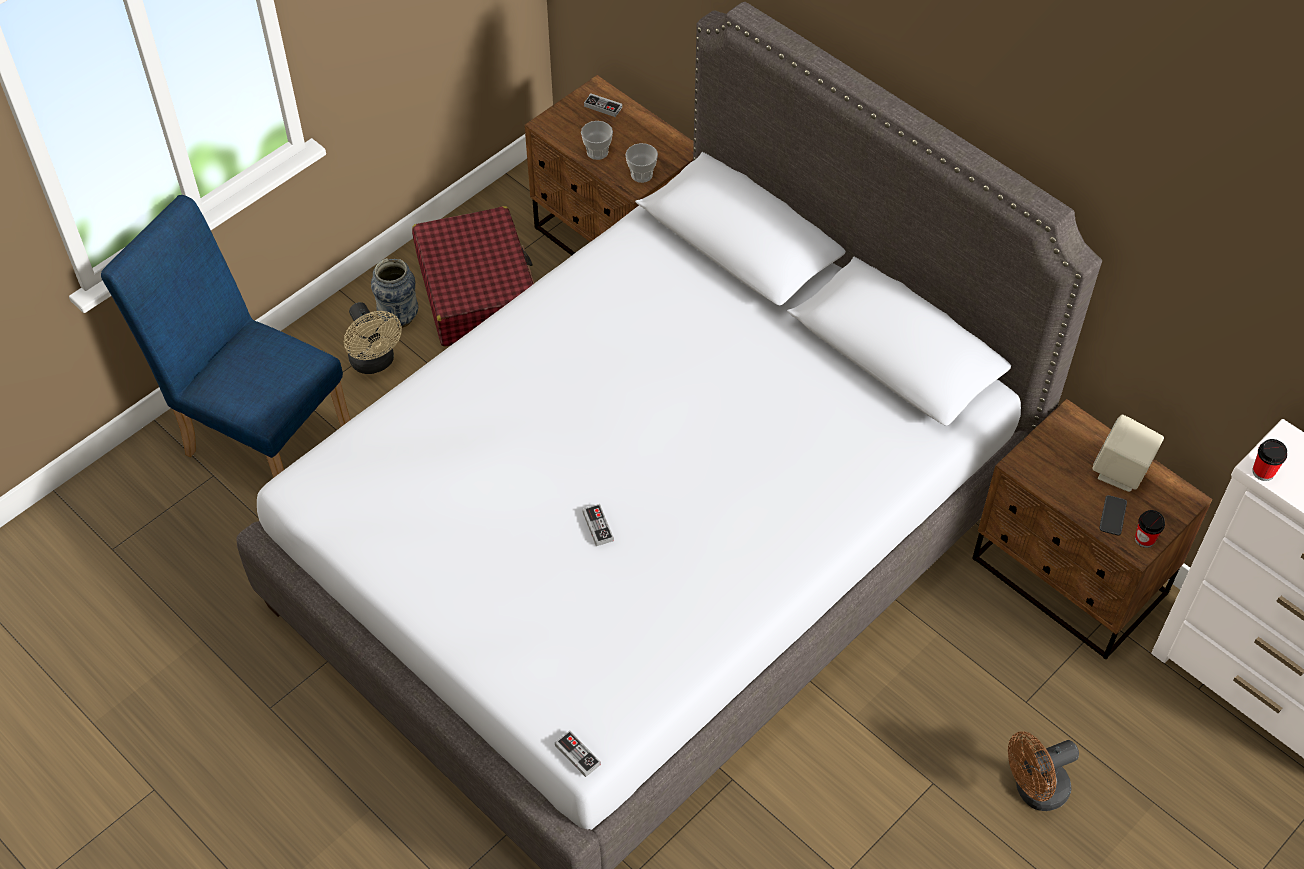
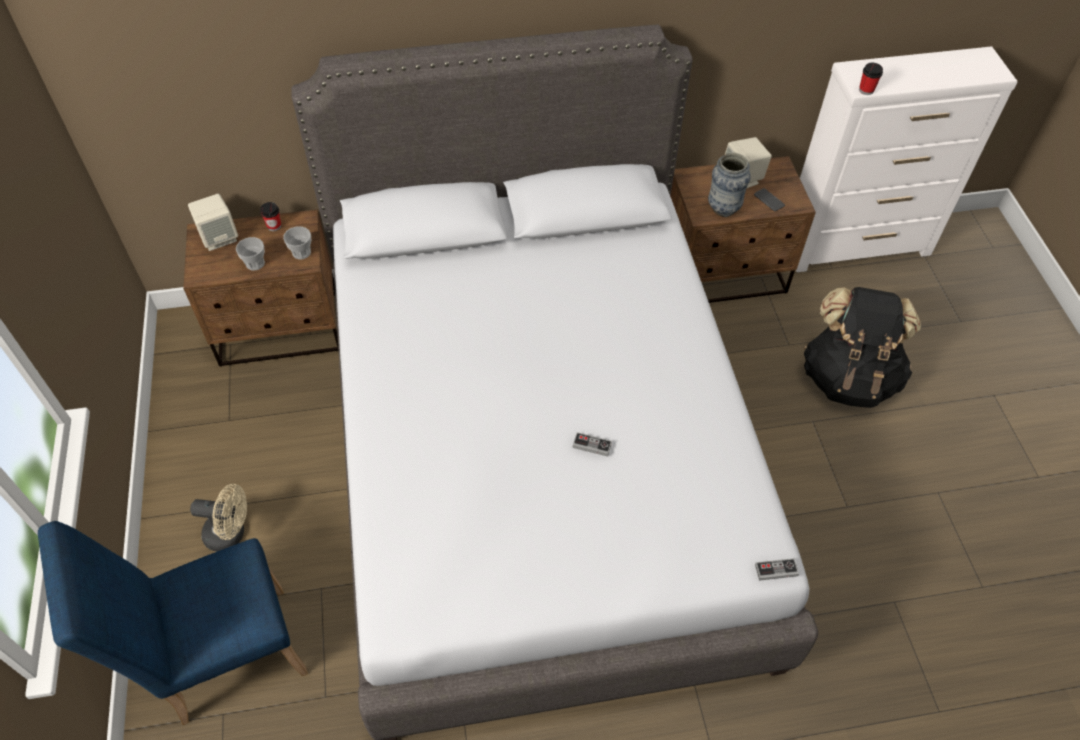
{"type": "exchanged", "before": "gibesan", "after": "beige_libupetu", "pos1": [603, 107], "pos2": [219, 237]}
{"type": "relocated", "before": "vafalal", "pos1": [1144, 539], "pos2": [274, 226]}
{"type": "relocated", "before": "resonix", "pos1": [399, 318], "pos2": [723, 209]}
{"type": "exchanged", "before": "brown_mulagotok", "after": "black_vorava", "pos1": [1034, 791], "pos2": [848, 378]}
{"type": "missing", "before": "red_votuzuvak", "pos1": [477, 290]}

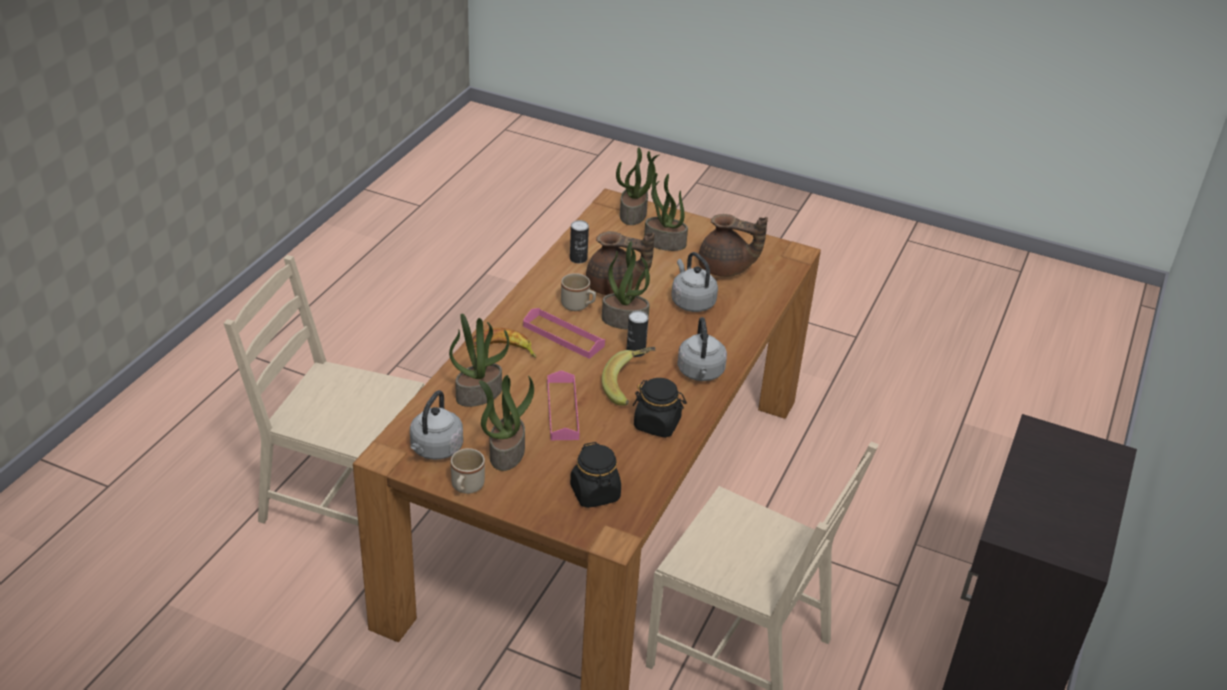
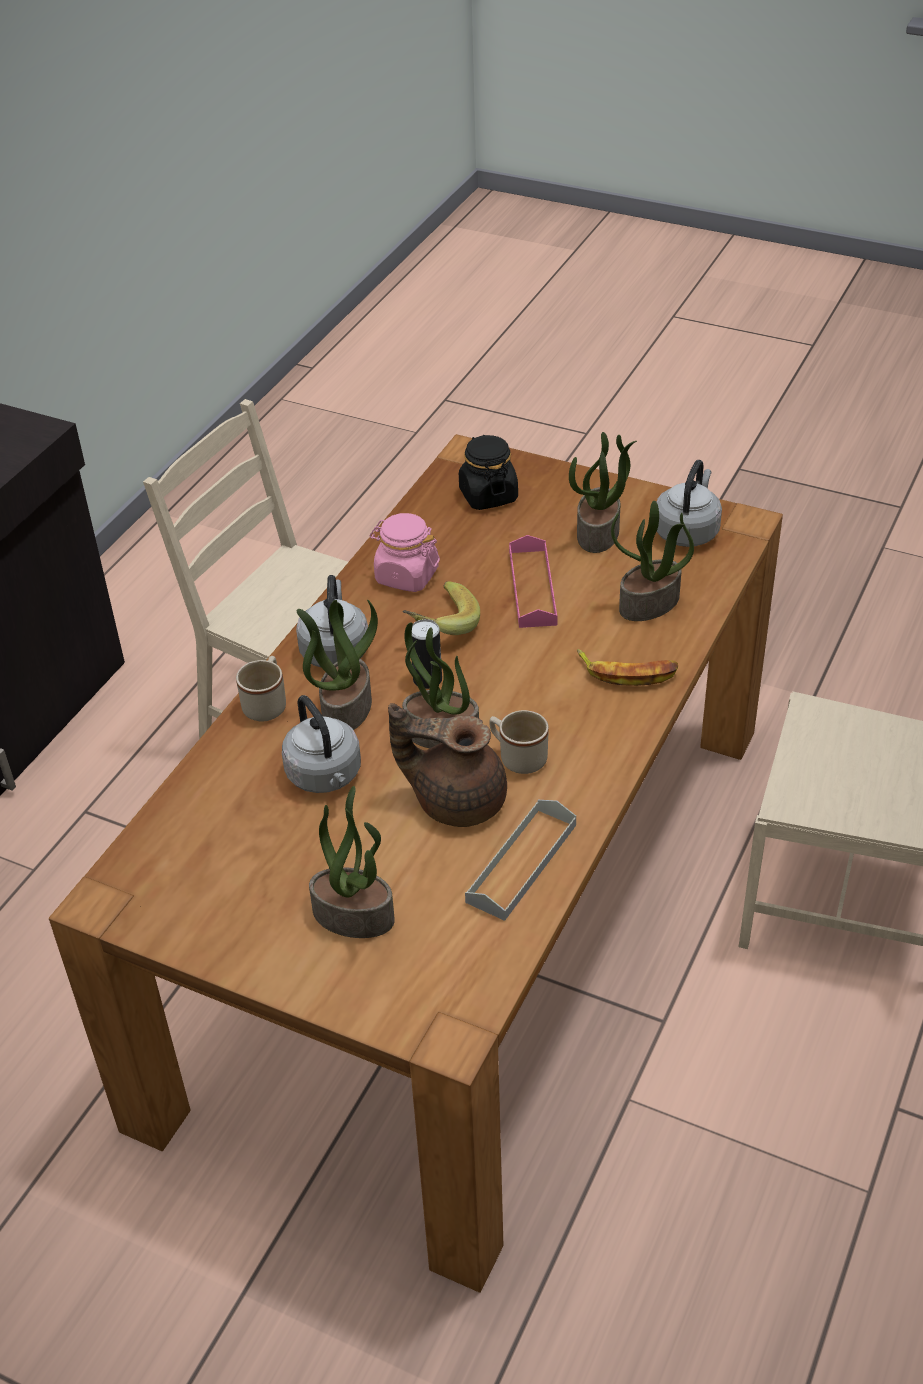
{"type": "relocated", "before": "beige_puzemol", "pos1": [466, 488], "pos2": [267, 703]}
{"type": "relocated", "before": "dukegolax", "pos1": [633, 214], "pos2": [346, 708]}
{"type": "colour", "before": "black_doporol", "after": "pink_doporol", "pos1": [657, 424], "pos2": [406, 576]}
{"type": "exchanged", "before": "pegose", "after": "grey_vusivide", "pos1": [578, 259], "pos2": [521, 863]}
{"type": "missing", "before": "pink_vusivide", "pos1": [563, 336]}
{"type": "missing", "before": "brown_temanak", "pos1": [725, 269]}

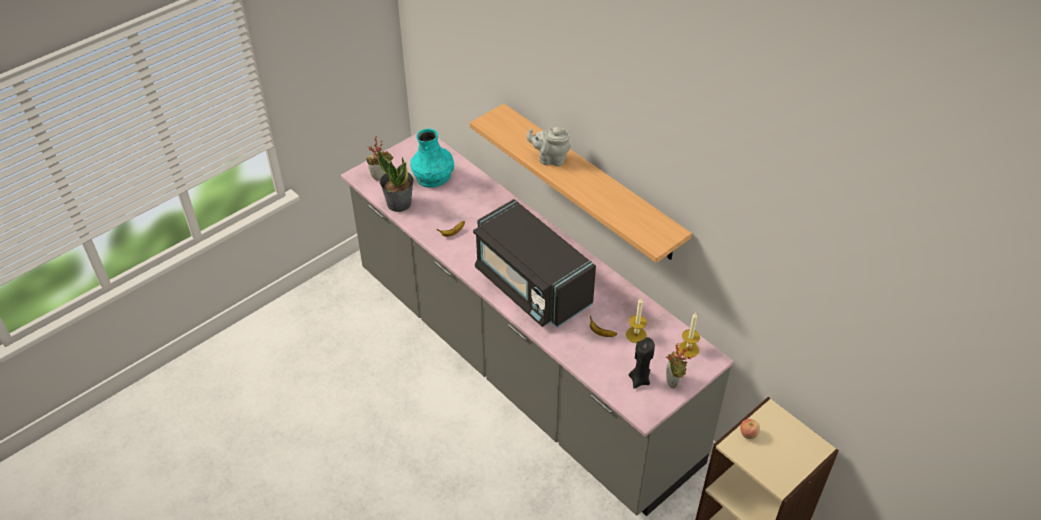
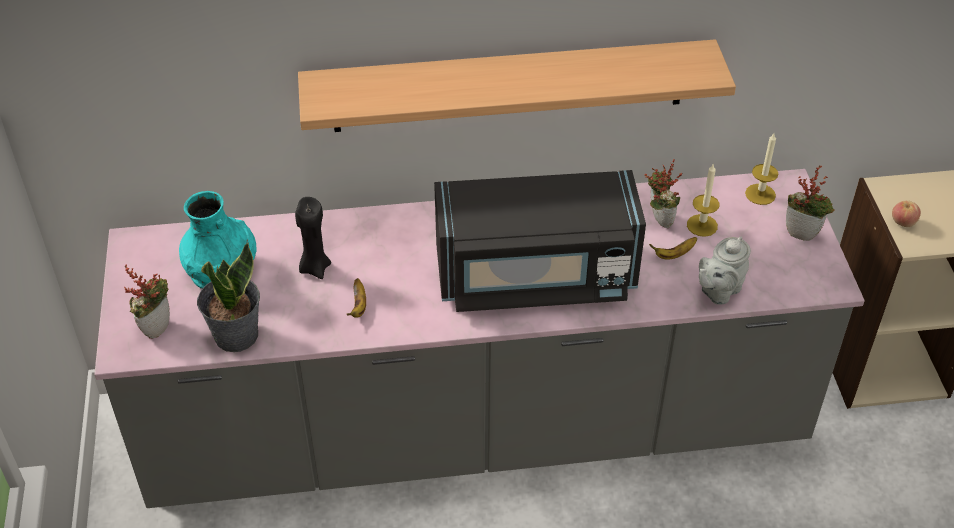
{"type": "relocated", "before": "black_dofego", "pos1": [639, 380], "pos2": [314, 267]}
{"type": "appeared", "after": "dukegolax", "pos2": [658, 220]}
{"type": "relocated", "before": "grey_temanak", "pos1": [550, 159], "pos2": [718, 291]}

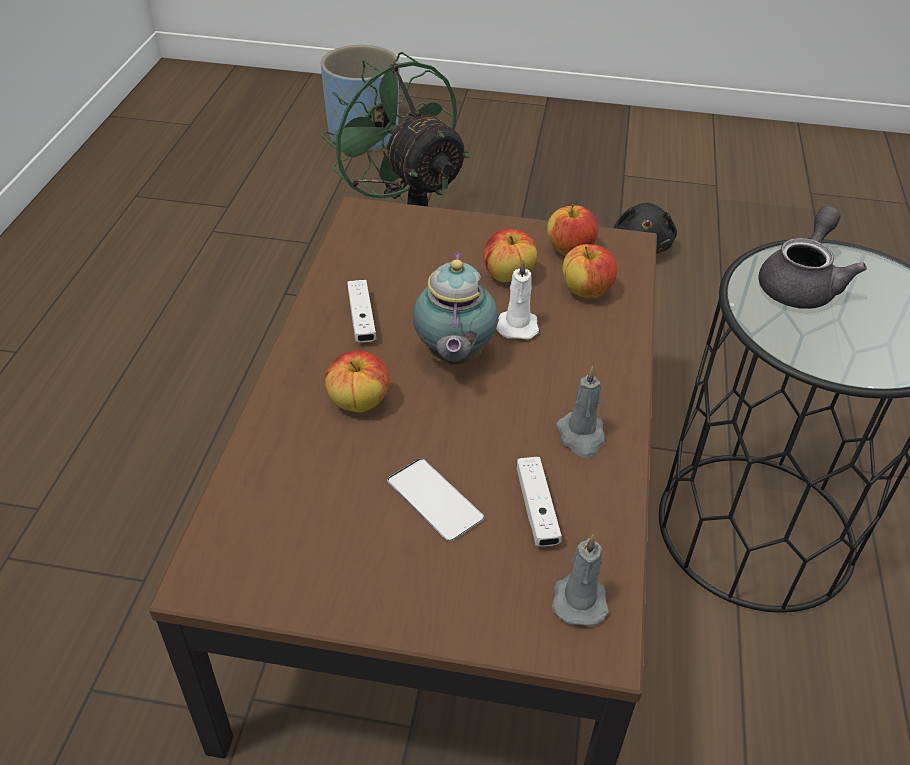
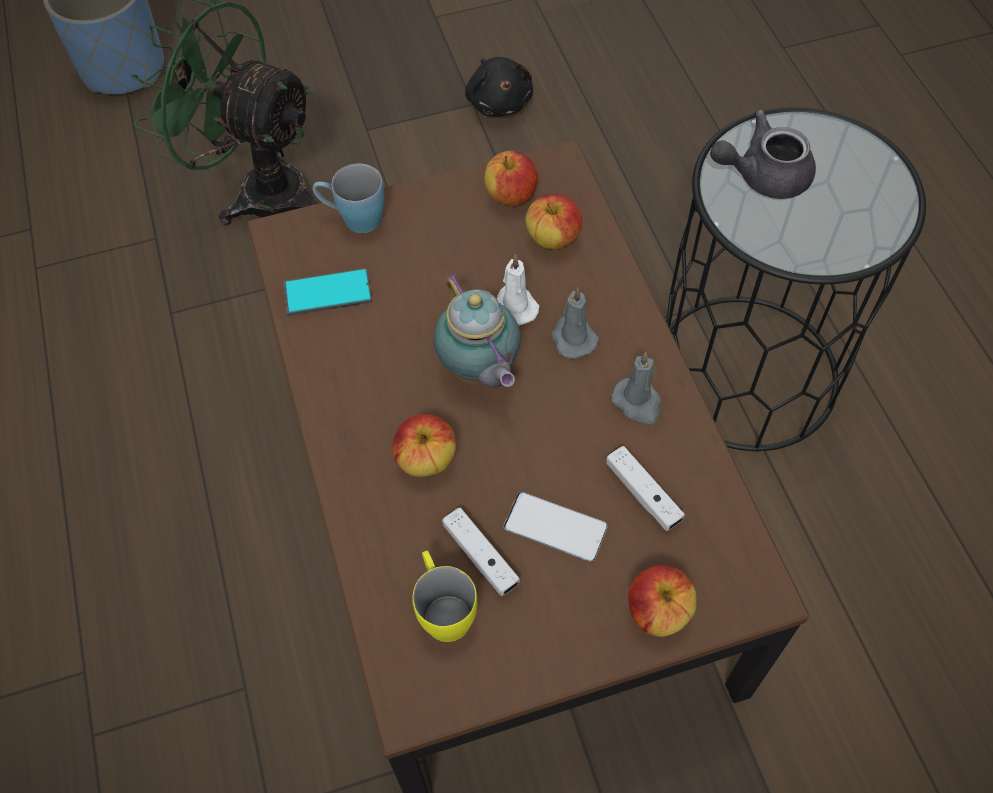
{"type": "appeared", "after": "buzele", "pos2": [327, 293]}
{"type": "appeared", "after": "blue_puzemol", "pos2": [353, 218]}
{"type": "appeared", "after": "yellow_puzemol", "pos2": [443, 609]}
{"type": "relocated", "before": "white_gibesan", "pos1": [361, 319], "pos2": [480, 556]}
{"type": "relocated", "before": "grey_dofego", "pos1": [579, 598], "pos2": [572, 338]}
{"type": "relocated", "before": "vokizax", "pos1": [508, 275], "pos2": [657, 612]}
{"type": "spun", "before": "grey_temanak", "pos1": [801, 284], "pos2": [762, 176], "turn": -105}

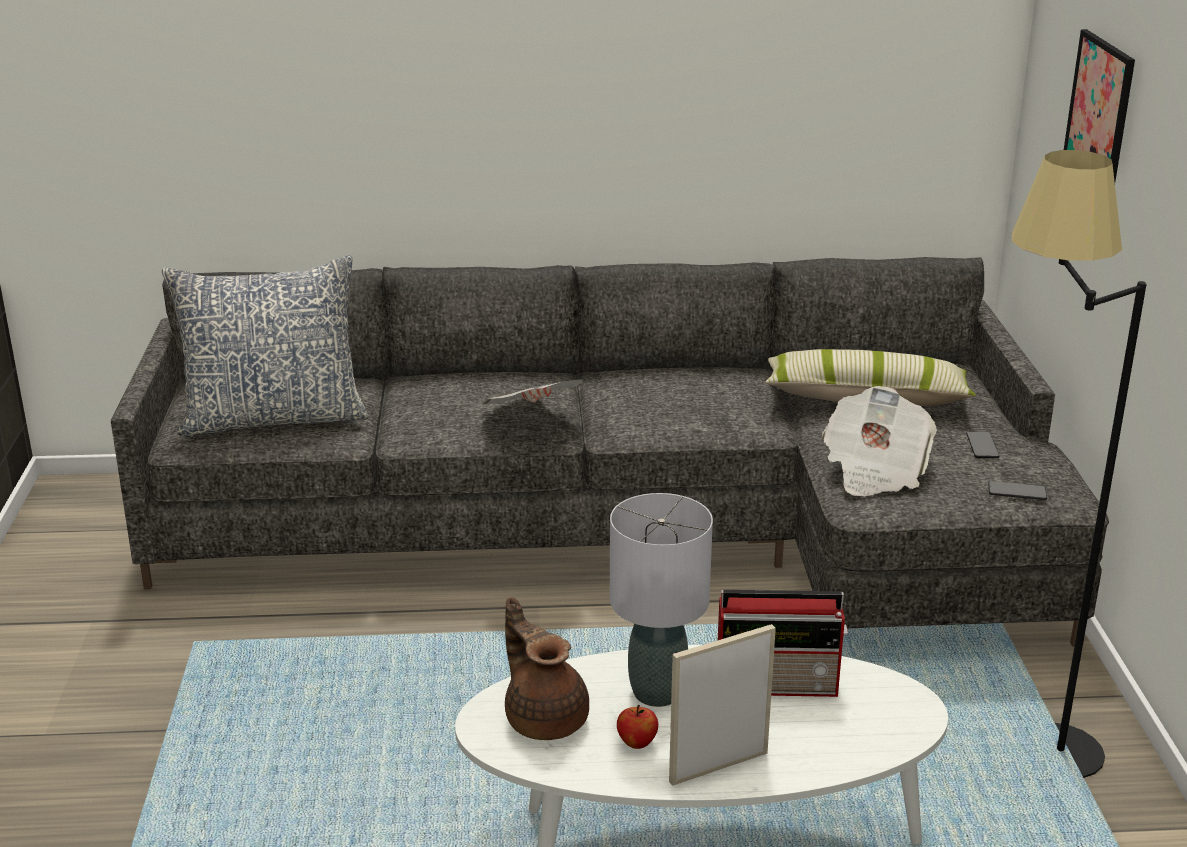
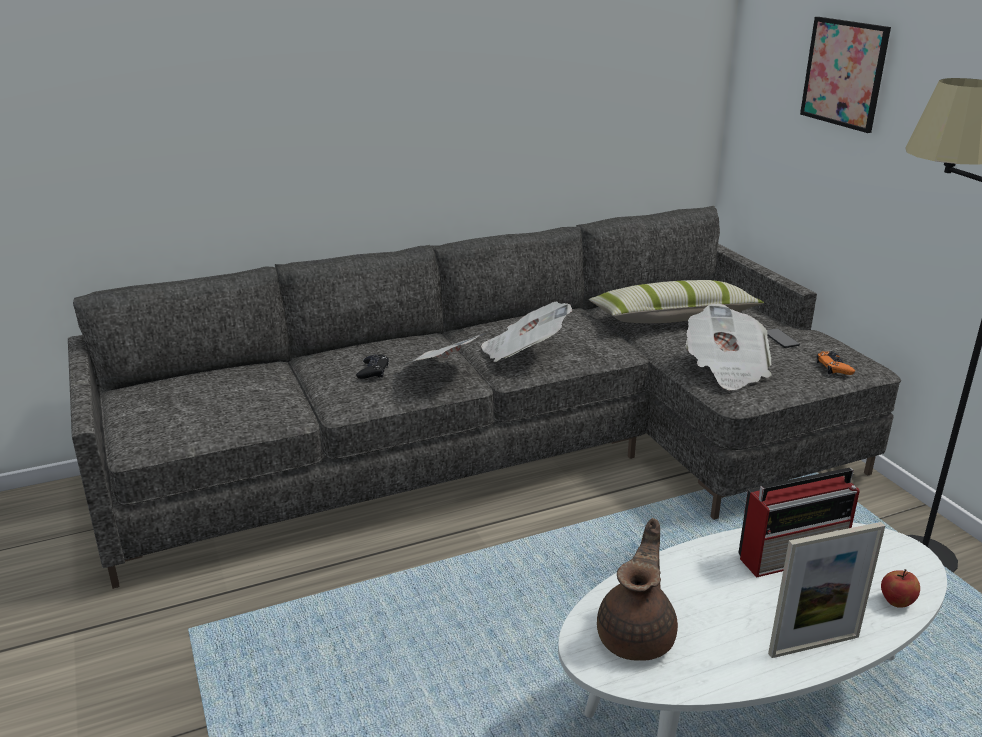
{"type": "appeared", "after": "black_gibesan", "pos2": [373, 371]}
{"type": "appeared", "after": "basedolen", "pos2": [523, 352]}
{"type": "spun", "before": "brown_temanak", "pos1": [545, 718], "pos2": [637, 636], "turn": 75}
{"type": "spun", "before": "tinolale", "pos1": [718, 767], "pos2": [813, 645], "turn": -150}
{"type": "exchanged", "before": "buzele", "after": "orange_gibesan", "pos1": [1017, 492], "pos2": [833, 367]}
{"type": "relocated", "before": "vokizax", "pos1": [637, 743], "pos2": [896, 602]}
{"type": "missing", "before": "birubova", "pos1": [274, 417]}
{"type": "missing", "before": "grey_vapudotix", "pos1": [658, 692]}

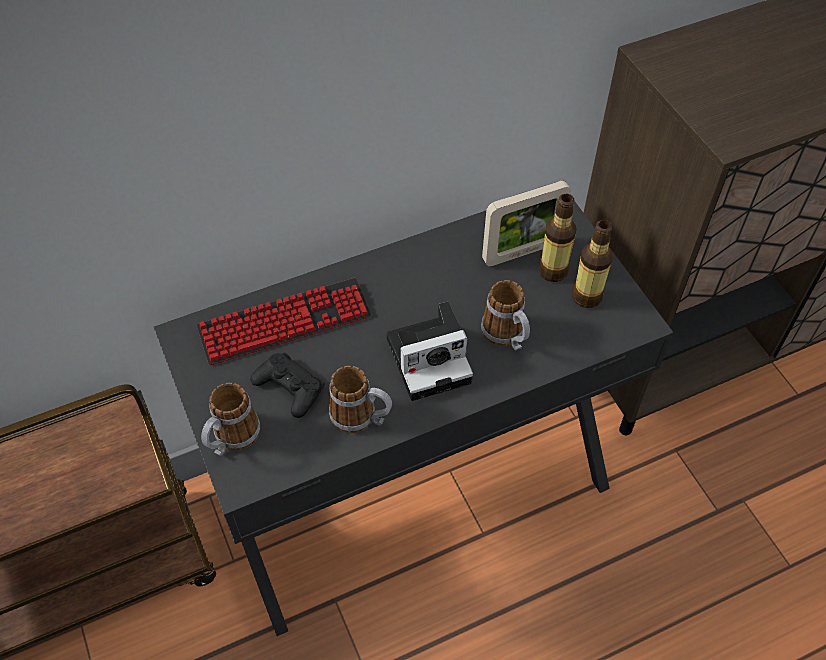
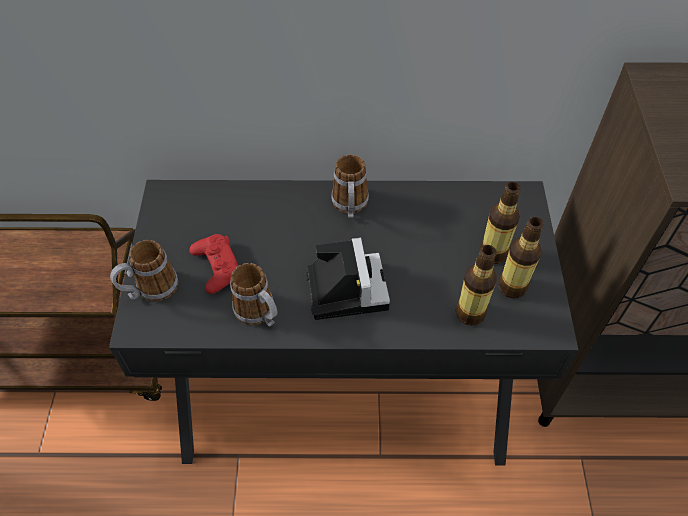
{"type": "colour", "before": "black_gibesan", "after": "red_gibesan", "pos1": [289, 388], "pos2": [217, 266]}
{"type": "spun", "before": "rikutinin", "pos1": [431, 358], "pos2": [345, 287], "turn": -105}
{"type": "relocated", "before": "puzemol", "pos1": [507, 336], "pos2": [350, 206]}
{"type": "appeared", "after": "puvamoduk", "pos2": [470, 313]}
{"type": "missing", "before": "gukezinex", "pos1": [285, 323]}
{"type": "missing", "before": "tinolale", "pos1": [521, 252]}

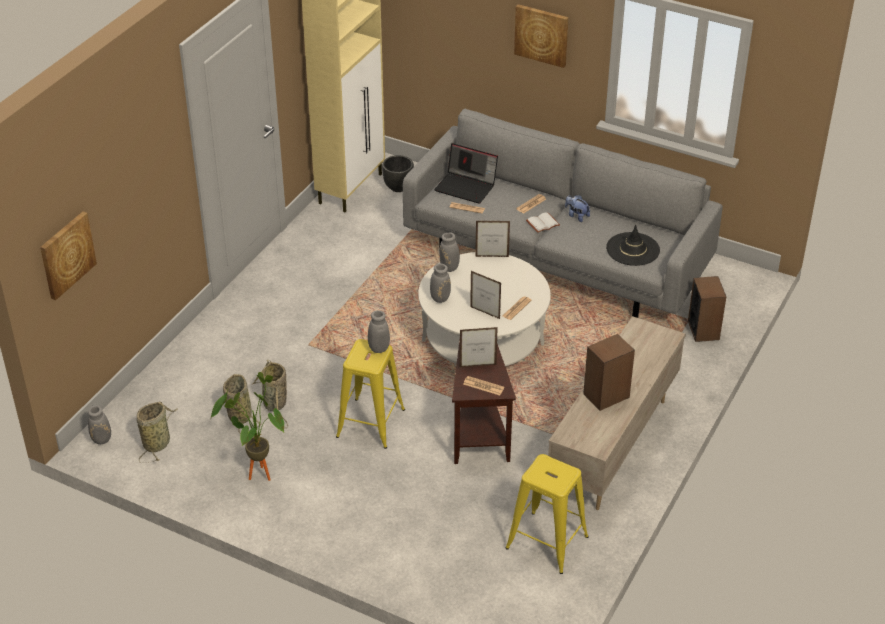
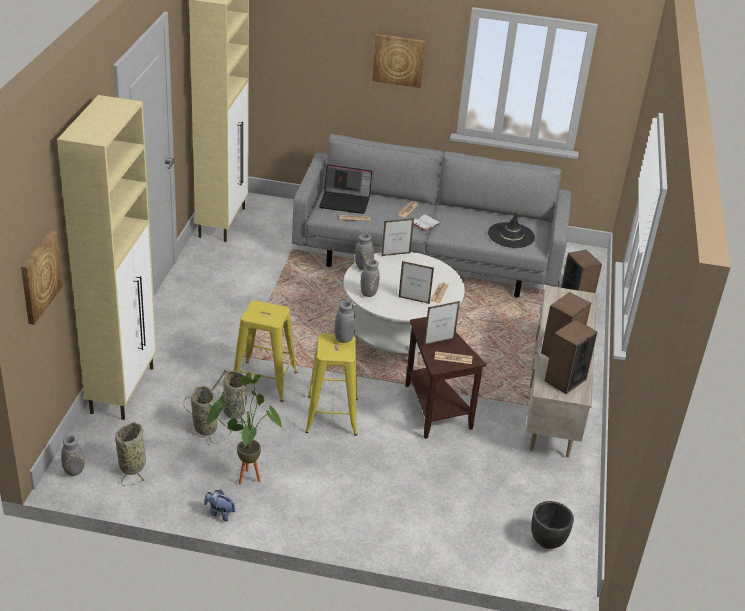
{"type": "appeared", "after": "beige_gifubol", "pos2": [123, 389]}
{"type": "relocated", "before": "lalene", "pos1": [576, 216], "pos2": [219, 513]}
{"type": "relocated", "before": "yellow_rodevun", "pos1": [547, 542], "pos2": [264, 381]}
{"type": "relocated", "before": "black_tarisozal", "pos1": [398, 187], "pos2": [547, 541]}
{"type": "appeared", "after": "libupetu", "pos2": [565, 380]}

